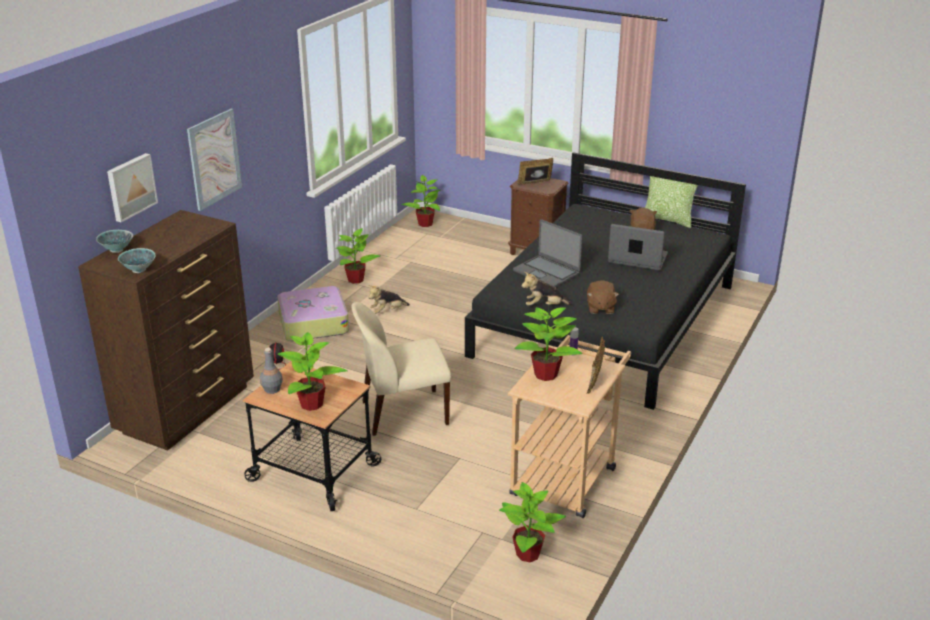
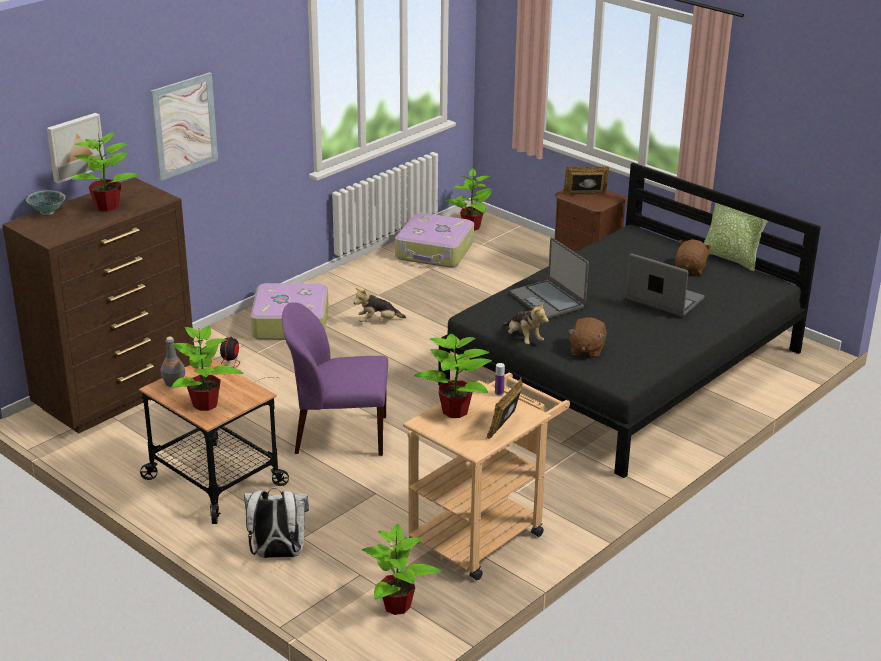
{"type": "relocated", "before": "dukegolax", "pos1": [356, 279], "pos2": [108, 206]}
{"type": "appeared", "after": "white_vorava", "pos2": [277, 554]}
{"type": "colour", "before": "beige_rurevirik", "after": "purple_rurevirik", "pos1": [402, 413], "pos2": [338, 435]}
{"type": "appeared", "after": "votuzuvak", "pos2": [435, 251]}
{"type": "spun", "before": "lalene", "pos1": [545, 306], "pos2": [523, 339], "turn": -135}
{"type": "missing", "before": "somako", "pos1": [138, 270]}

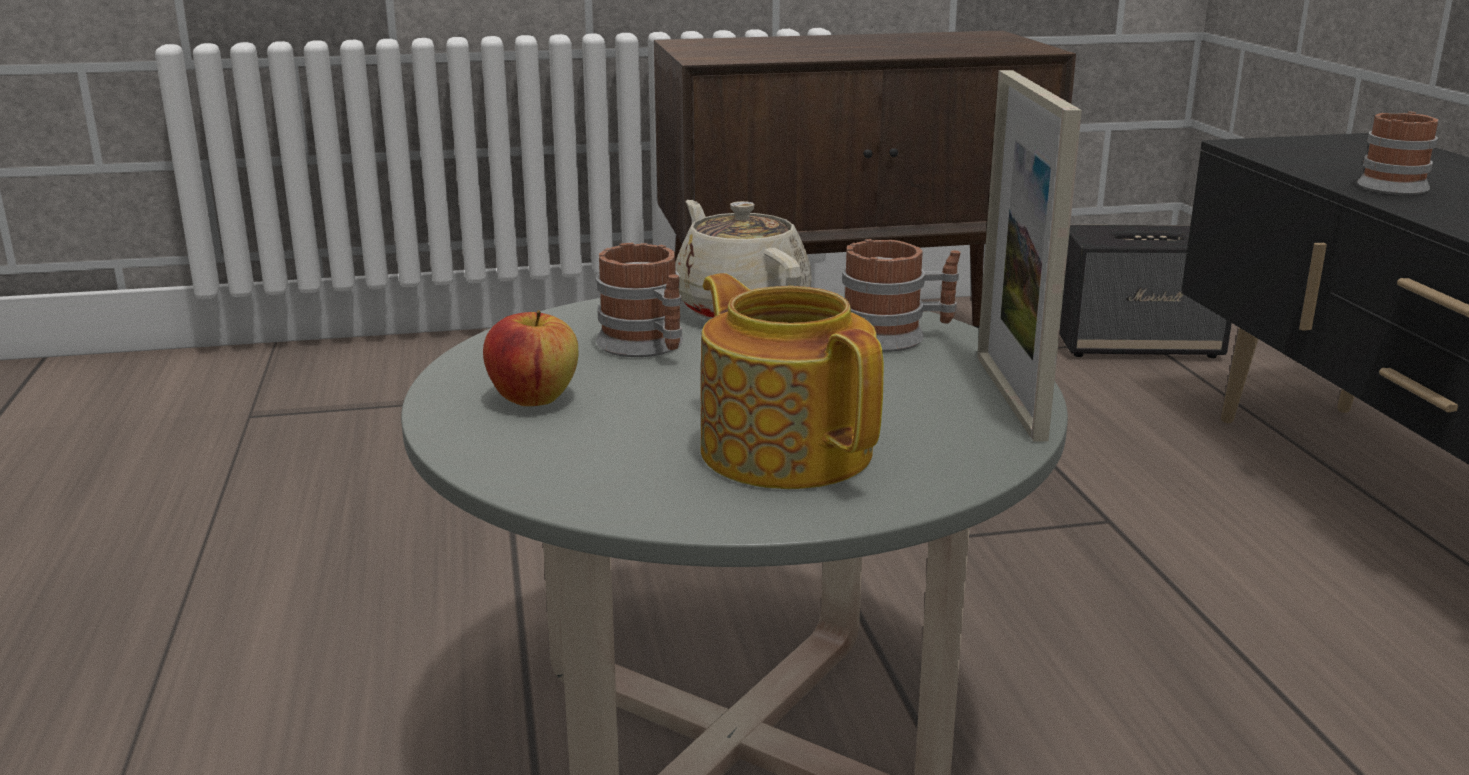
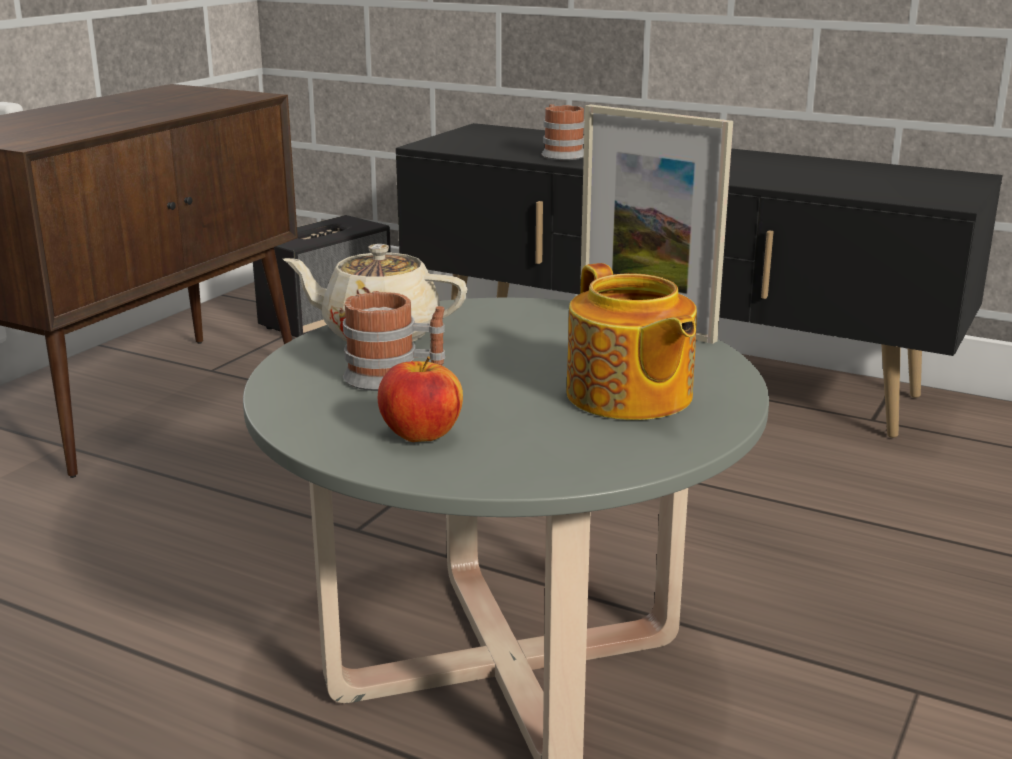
{"type": "spun", "before": "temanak", "pos1": [786, 449], "pos2": [629, 396], "turn": -120}
{"type": "missing", "before": "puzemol", "pos1": [896, 337]}

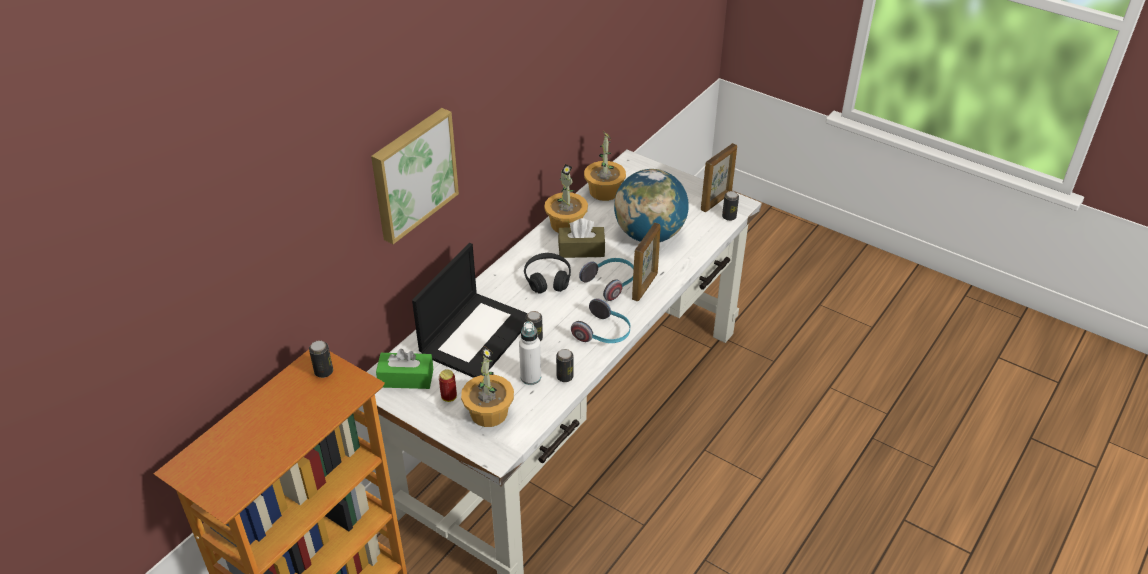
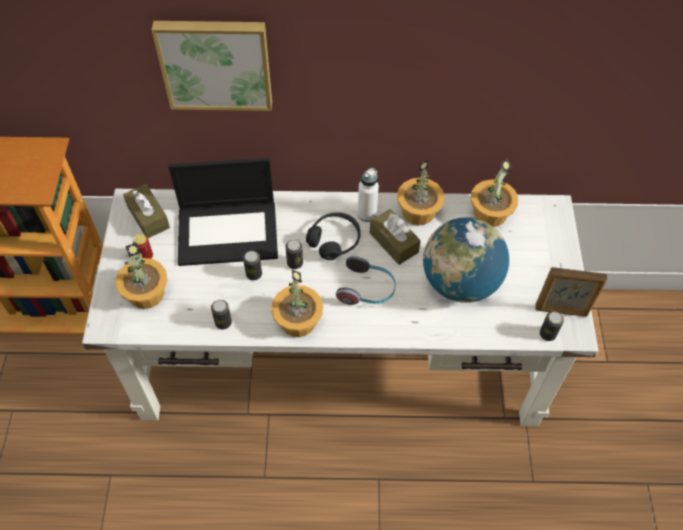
{"type": "colour", "before": "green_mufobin", "after": "brown_mufobin", "pos1": [406, 378], "pos2": [148, 217]}
{"type": "exchanged", "before": "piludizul", "after": "dukegolax", "pos1": [603, 333], "pos2": [297, 321]}
{"type": "relocated", "before": "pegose", "pos1": [324, 372], "pos2": [295, 263]}
{"type": "relocated", "before": "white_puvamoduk", "pos1": [530, 377], "pos2": [367, 214]}
{"type": "missing", "before": "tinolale", "pos1": [645, 286]}

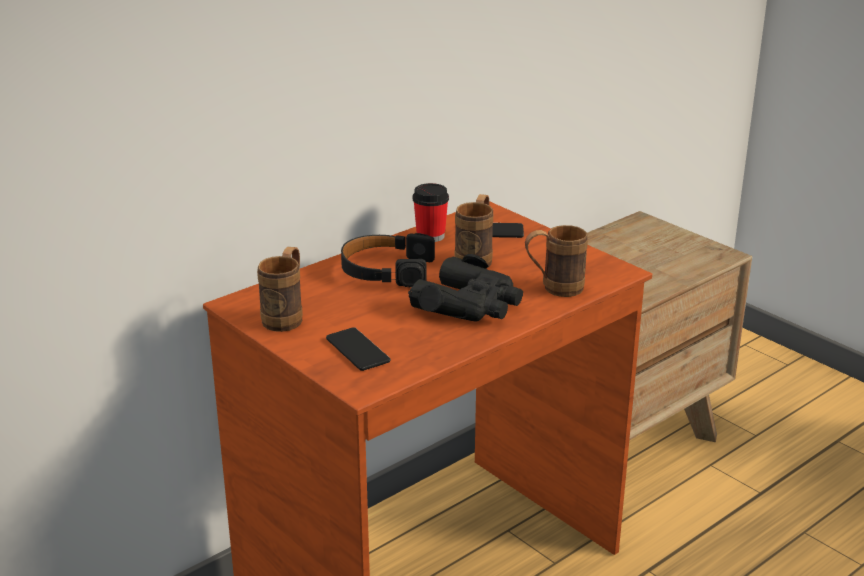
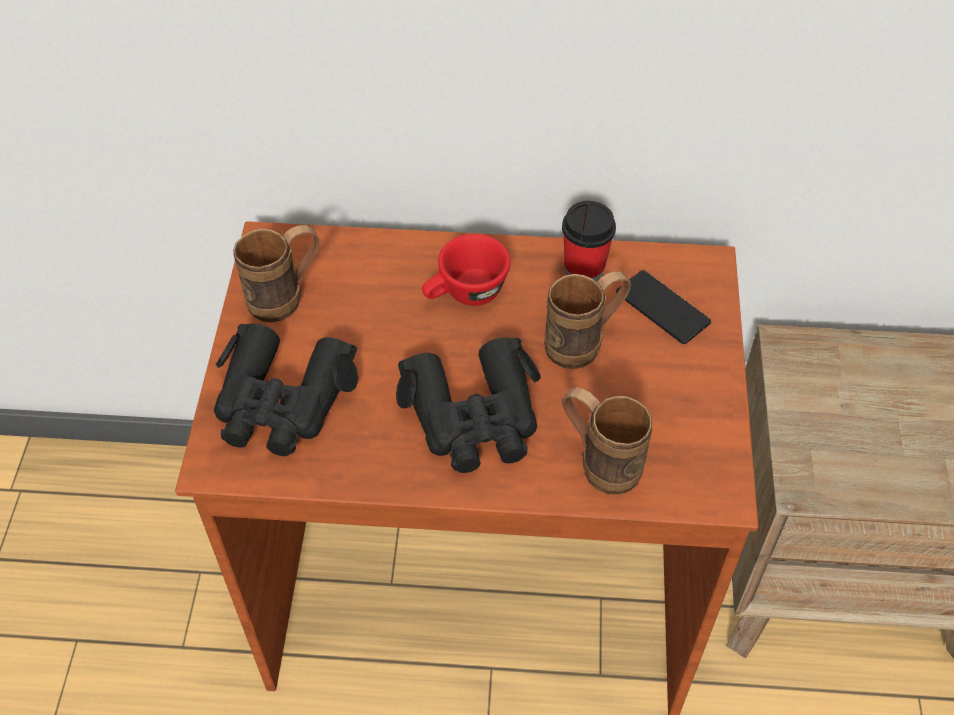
{"type": "exchanged", "before": "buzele", "after": "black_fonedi", "pos1": [357, 350], "pos2": [281, 402]}
{"type": "exchanged", "before": "black_piludizul", "after": "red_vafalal", "pos1": [386, 270], "pos2": [465, 294]}

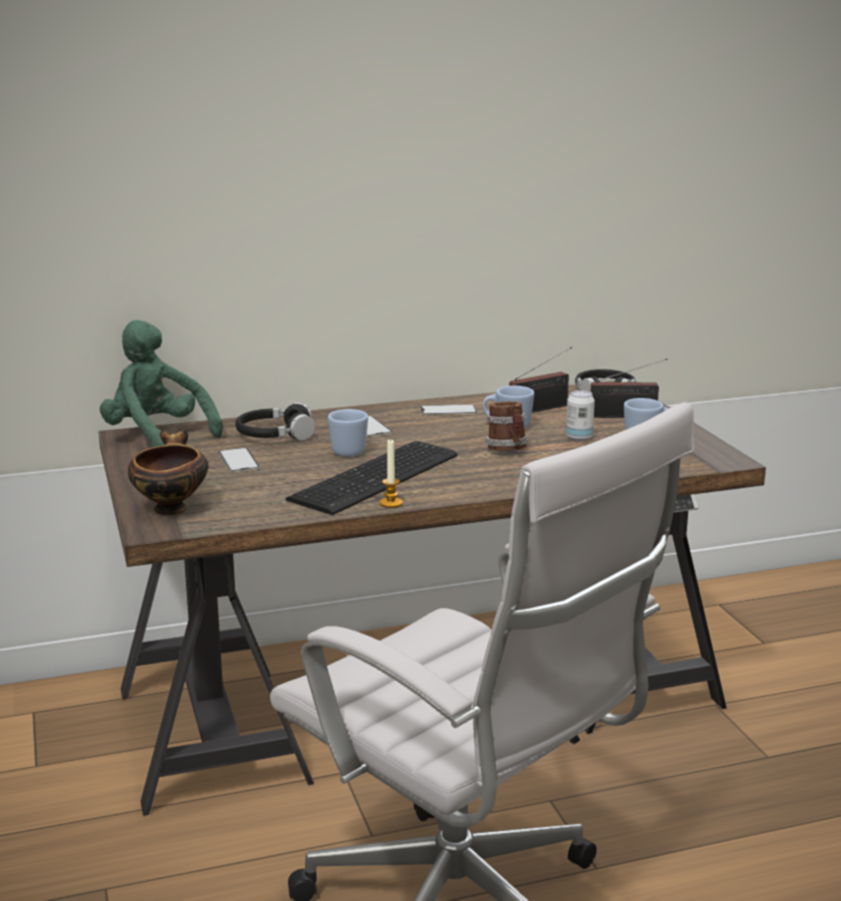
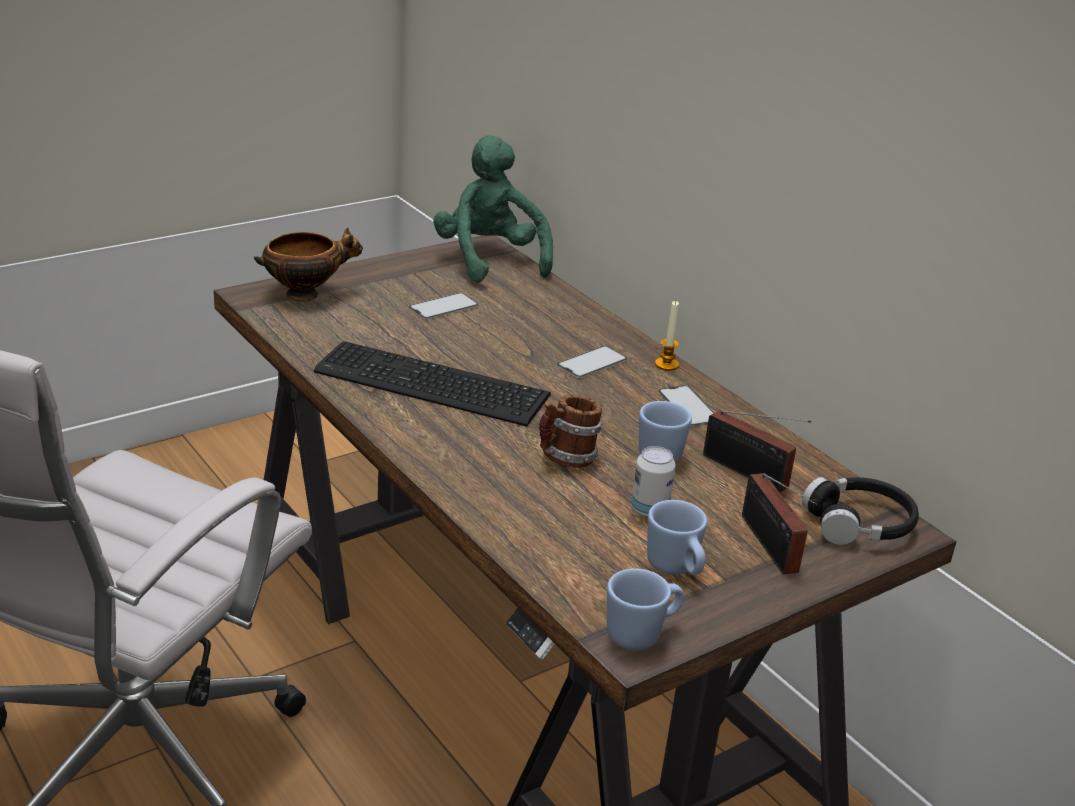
{"type": "spun", "before": "green_lalene", "pos1": [157, 437], "pos2": [489, 260], "turn": -45}
{"type": "relocated", "before": "blue_puzemol", "pos1": [347, 450], "pos2": [641, 634]}
{"type": "relocated", "before": "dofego", "pos1": [391, 503], "pos2": [666, 364]}
{"type": "missing", "before": "black_piludizul", "pos1": [275, 435]}

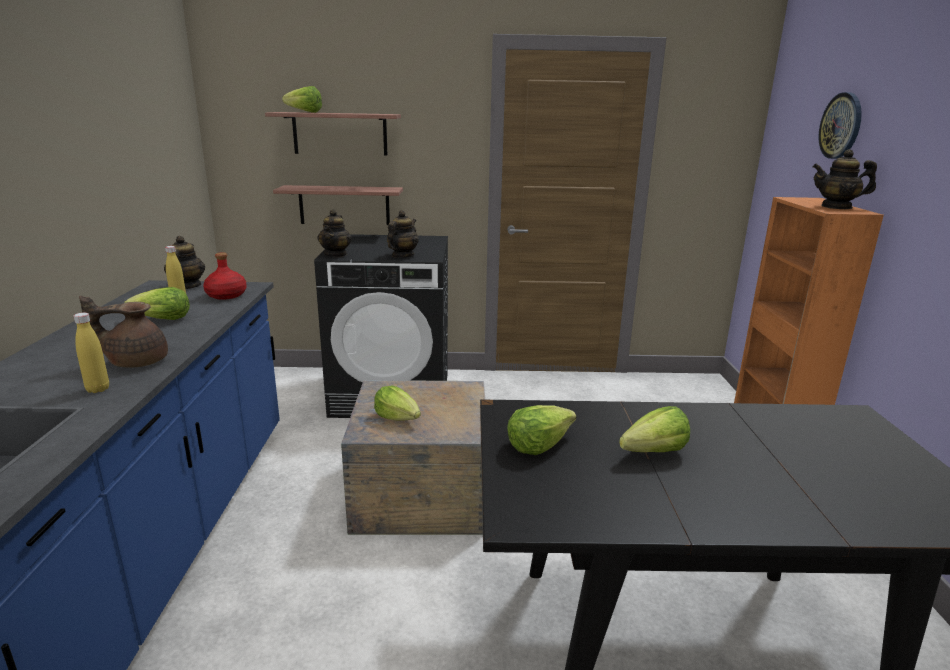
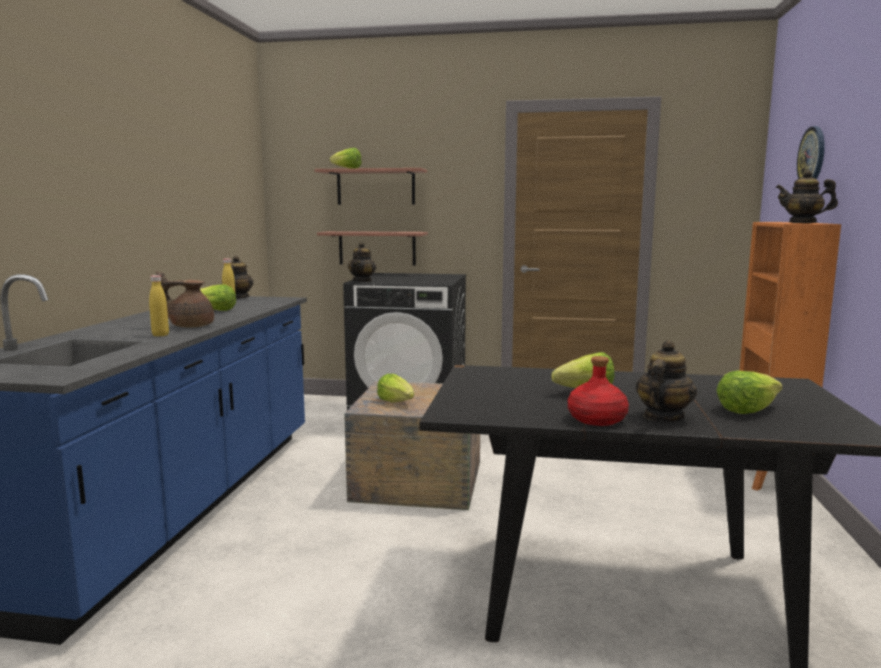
{"type": "relocated", "before": "red_puvamoduk", "pos1": [227, 295], "pos2": [597, 419]}
{"type": "relocated", "before": "temanak", "pos1": [402, 256], "pos2": [662, 417]}
{"type": "relocated", "before": "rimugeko", "pos1": [538, 444], "pos2": [746, 409]}

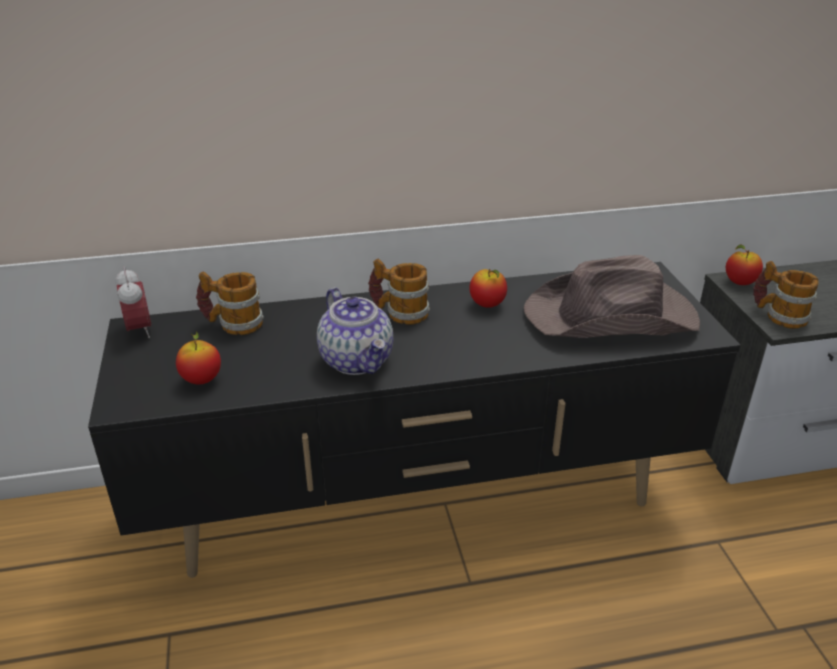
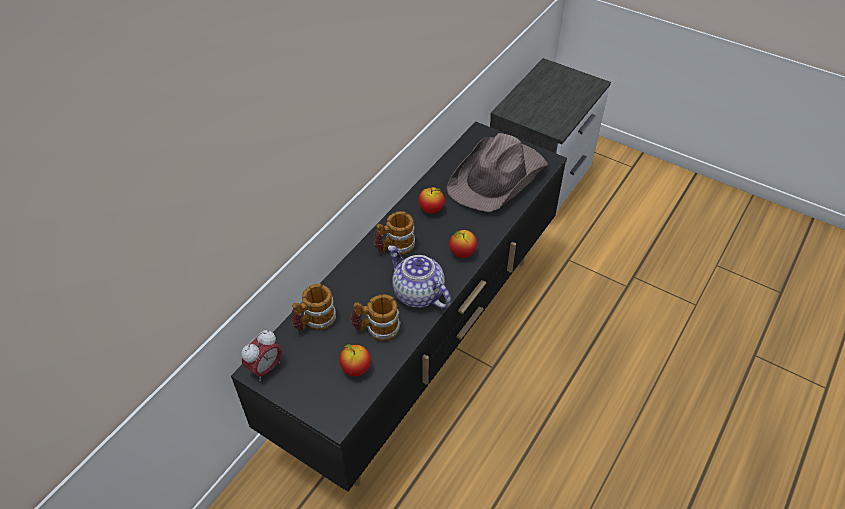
{"type": "spun", "before": "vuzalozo", "pos1": [139, 330], "pos2": [265, 368], "turn": 105}
{"type": "relocated", "before": "puzemol", "pos1": [778, 315], "pos2": [376, 329]}
{"type": "spun", "before": "temanak", "pos1": [358, 360], "pos2": [417, 294], "turn": -150}
{"type": "relocated", "before": "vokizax", "pos1": [739, 283], "pos2": [462, 253]}

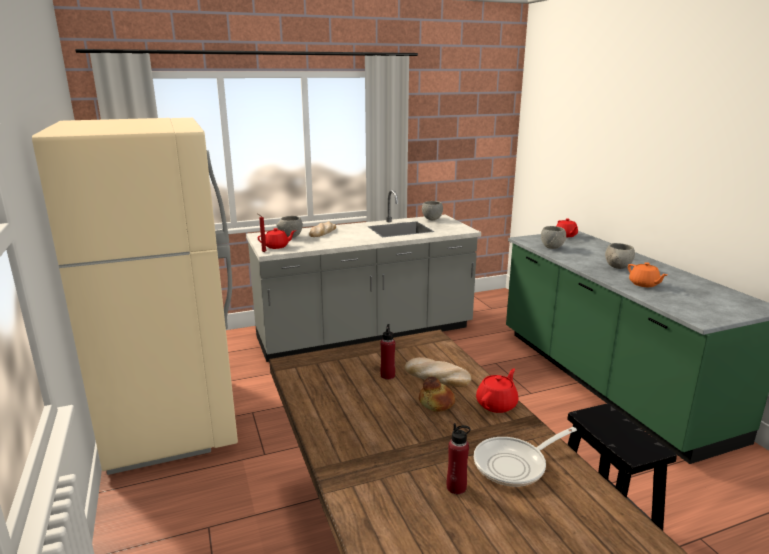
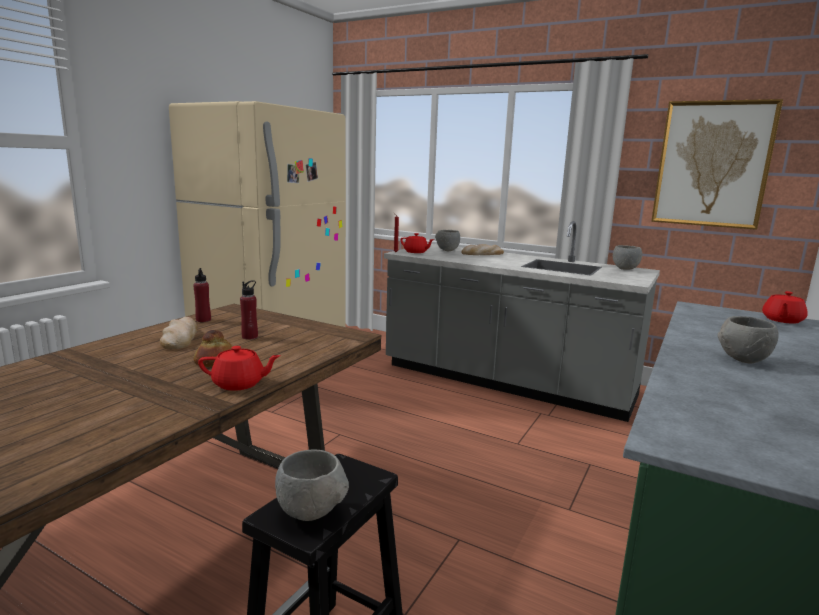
{"type": "relocated", "before": "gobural", "pos1": [436, 376], "pos2": [179, 337]}
{"type": "relocated", "before": "red_puvamoduk", "pos1": [456, 487], "pos2": [203, 320]}
{"type": "relocated", "before": "grey_somako", "pos1": [552, 248], "pos2": [311, 513]}
{"type": "appeared", "after": "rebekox", "pos2": [712, 164]}
{"type": "missing", "before": "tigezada", "pos1": [515, 465]}
{"type": "missing", "before": "orange_temanak", "pos1": [644, 284]}

